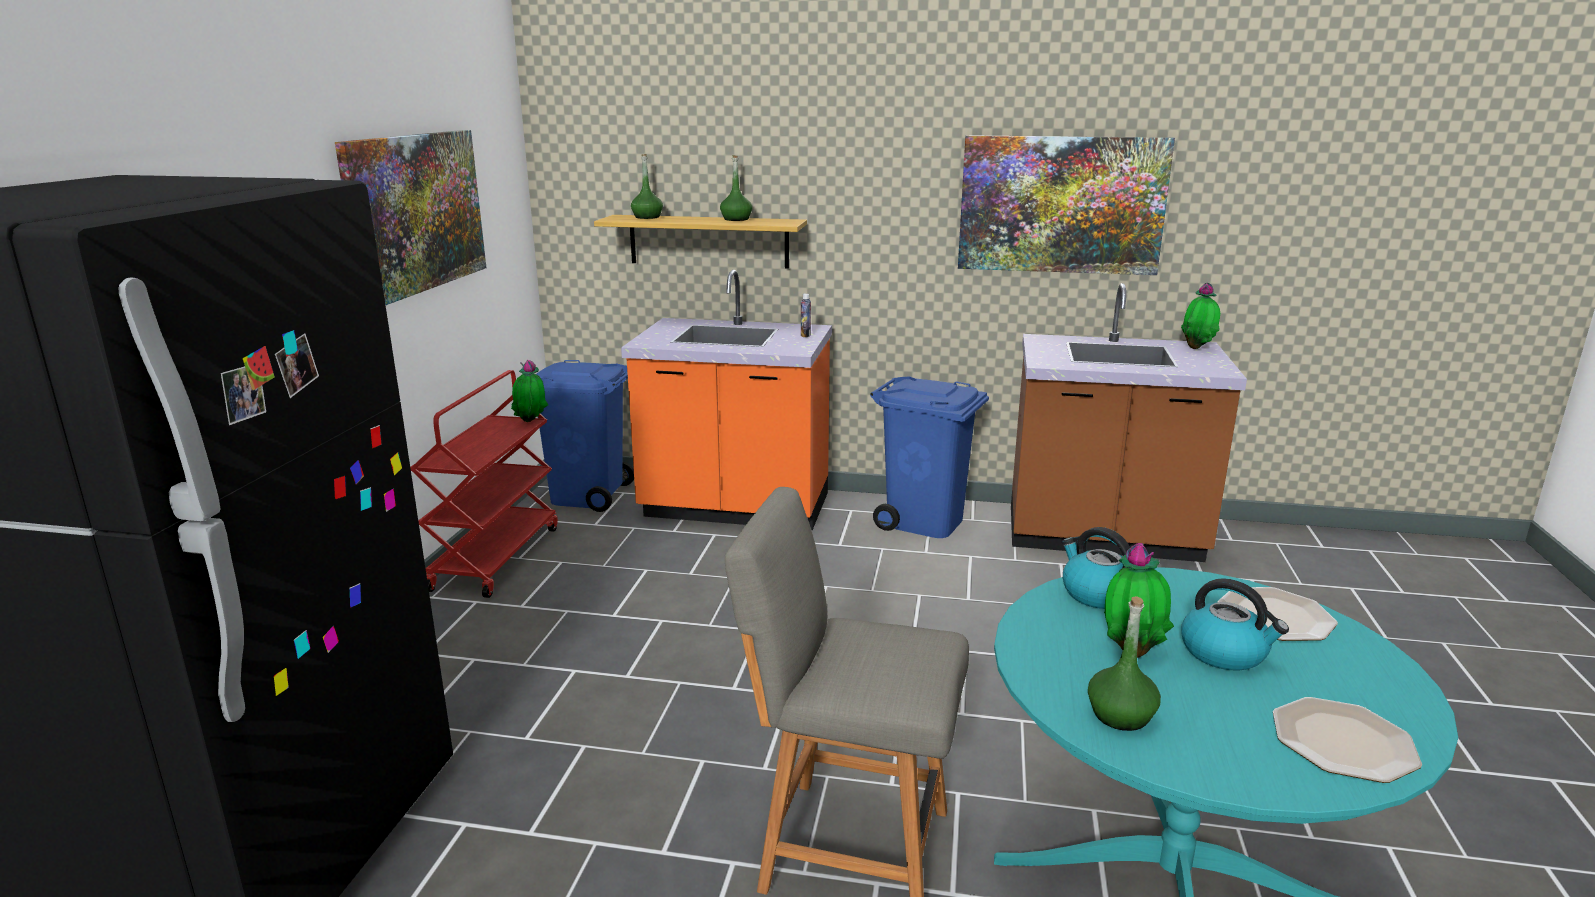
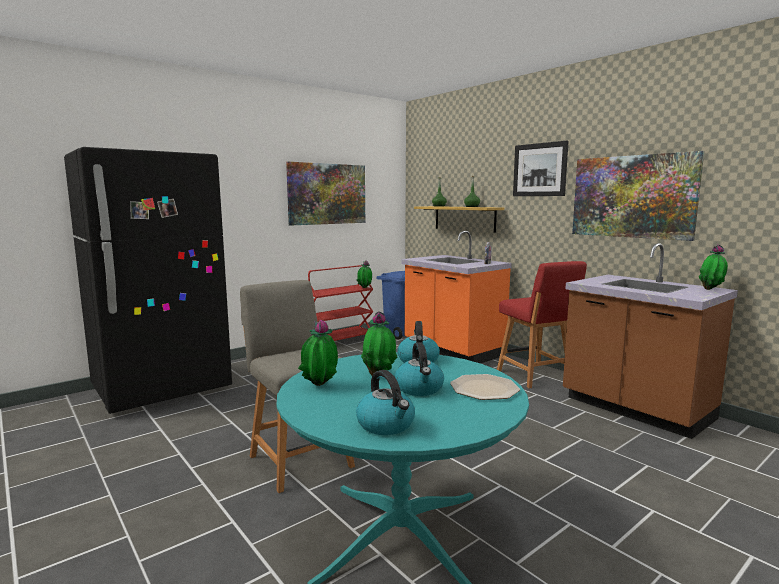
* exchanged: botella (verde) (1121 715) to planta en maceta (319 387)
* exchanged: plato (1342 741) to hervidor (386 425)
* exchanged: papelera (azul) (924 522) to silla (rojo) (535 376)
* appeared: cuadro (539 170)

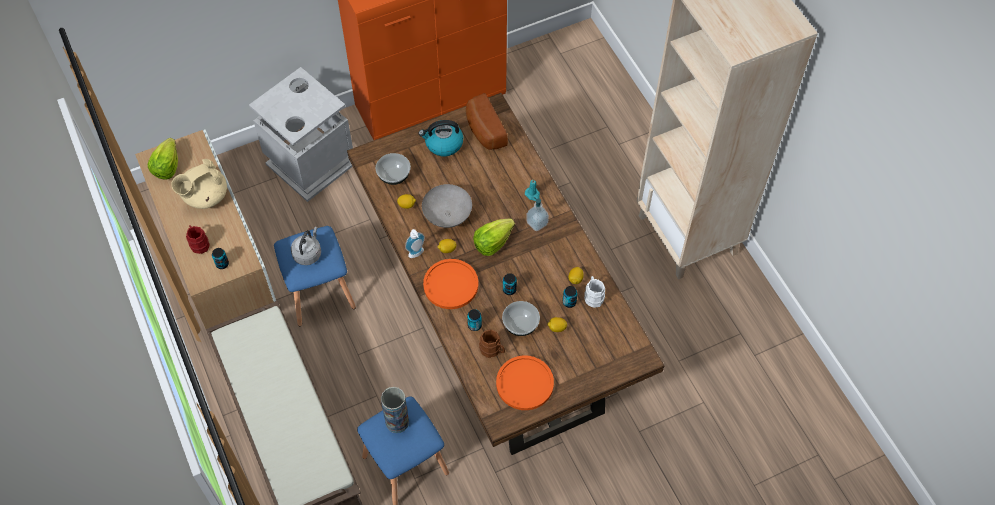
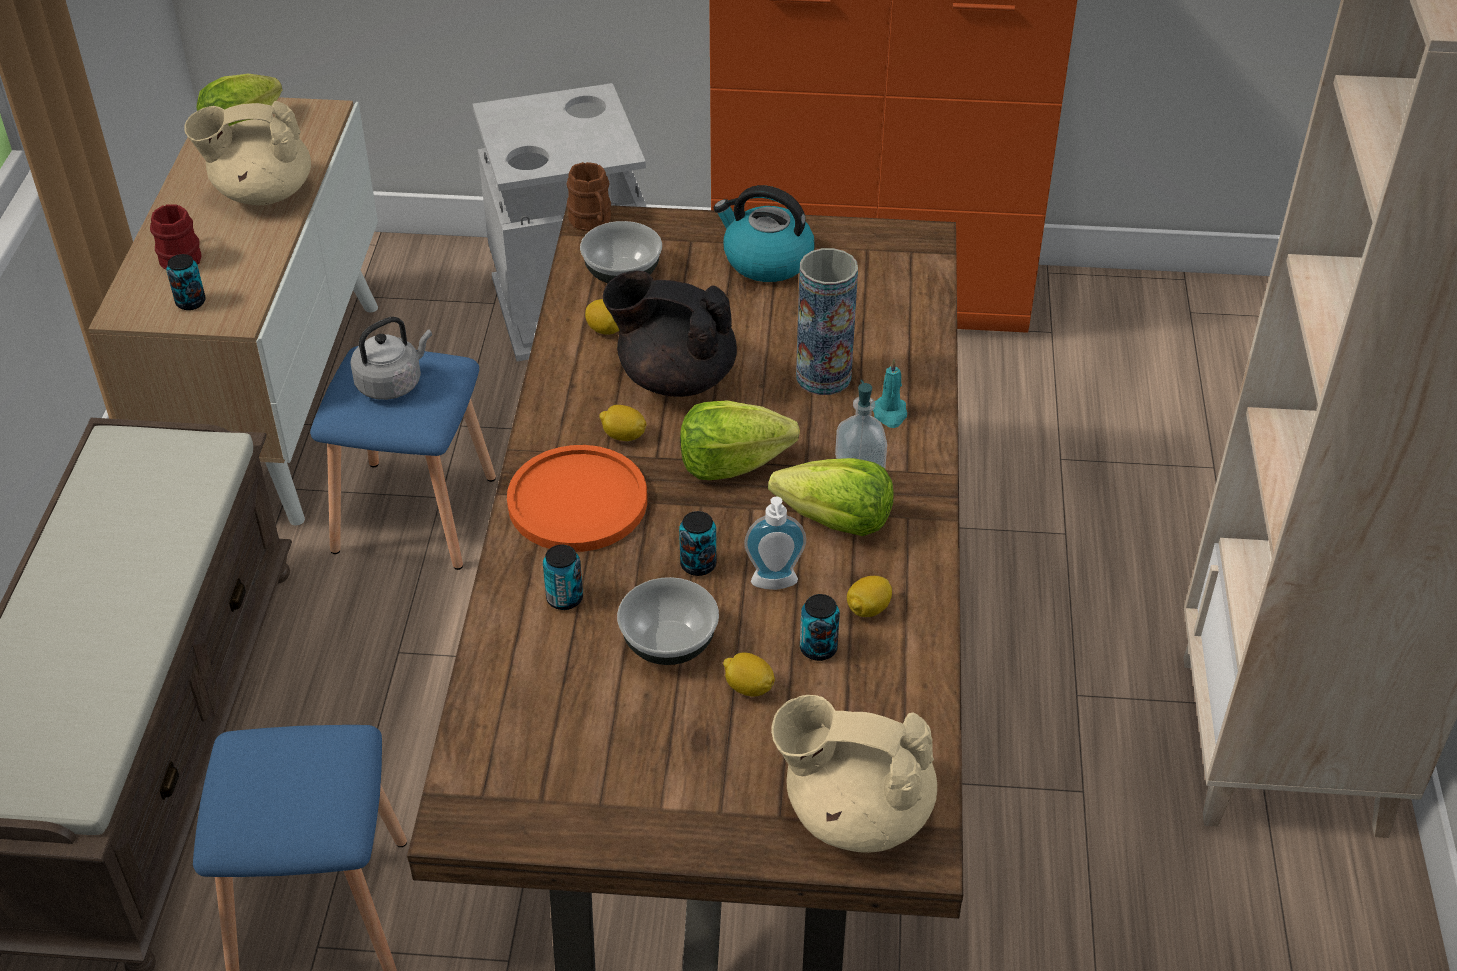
* relocated: taza grande (marrón) (492 350) to (592 222)
* exchanged: cuenco (gris) (447 214) to tetera (negro) (674 377)
* relocated: dispensador de jabón (417 254) to (774 585)
* appeared: lechuga (835 521)
* appeared: tetera (beis) (855 811)
* relocated: florero (397 422) to (823 376)
* missing: pan (483 131)
* missing: plato (naranja) (524 383)
* missing: taza grande (blanco) (593 296)

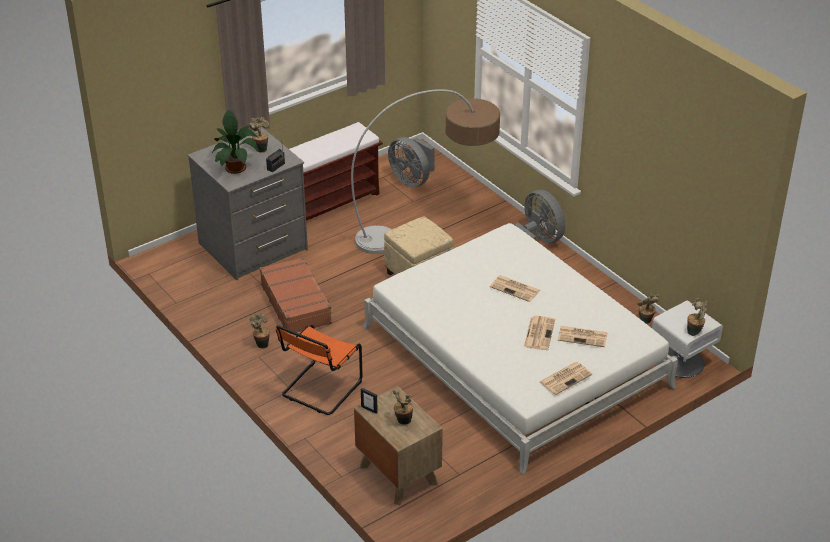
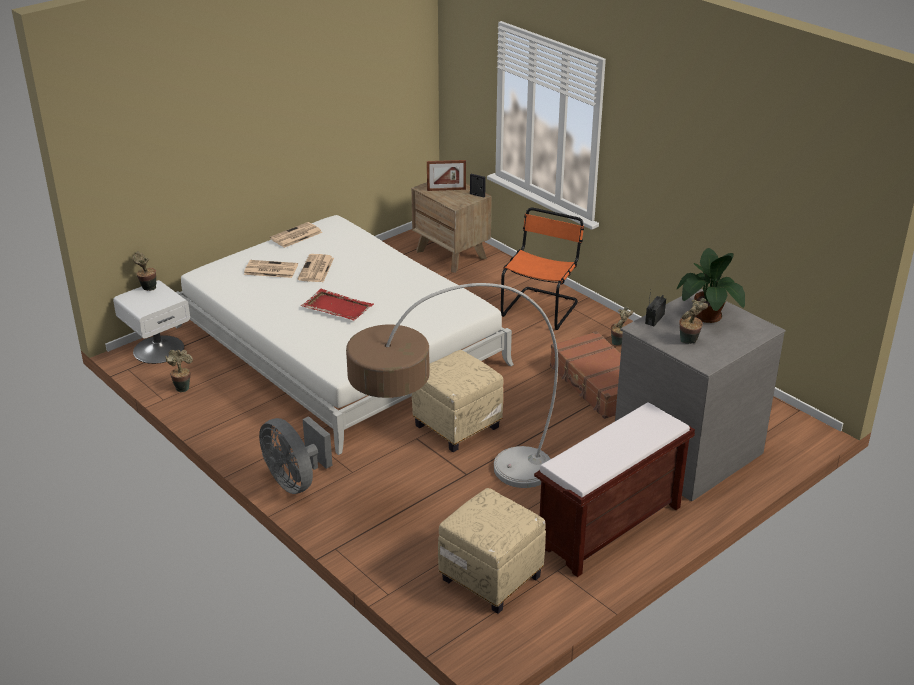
* exchanged: periódico (516 289) to bandeja (rojo) (337 307)
* exchanged: planta en maceta (402 421) to portarretratos (446 190)
* exchanged: ventilador (gris) (412 180) to puf (beis) (489 578)

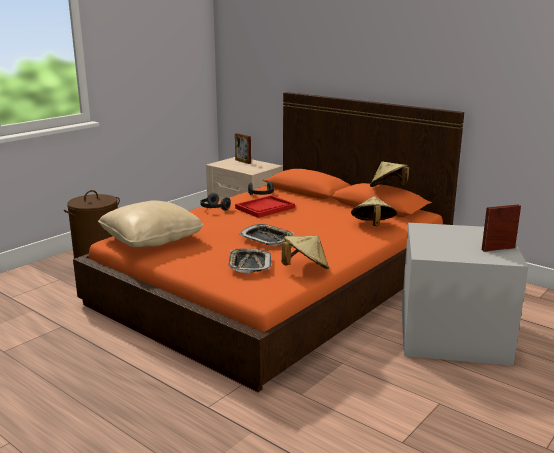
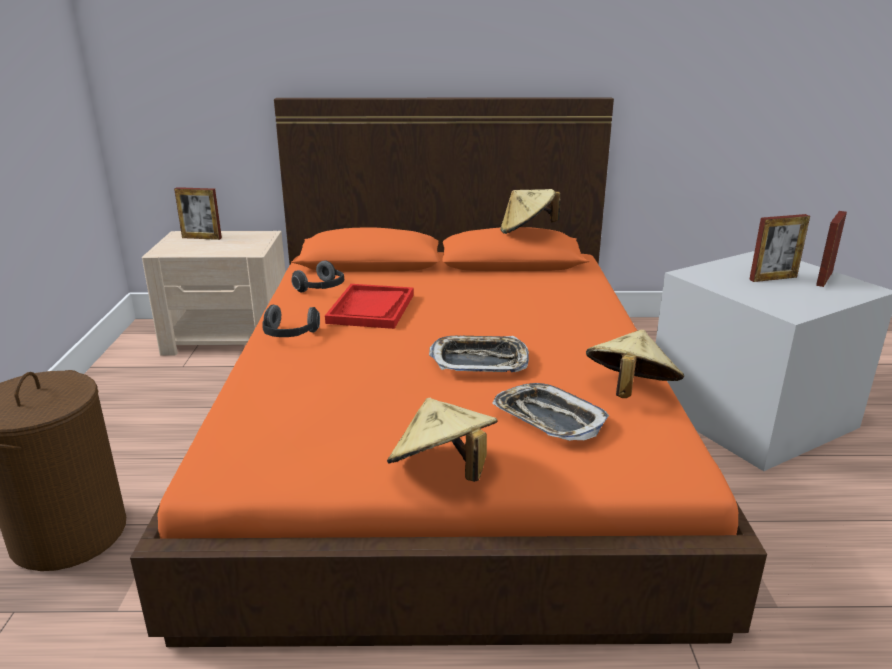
* relocated: sombrero (beis) (372 226) to (443 471)
* appeared: portarretratos (773 278)
* missing: cojín (beis) (151 239)

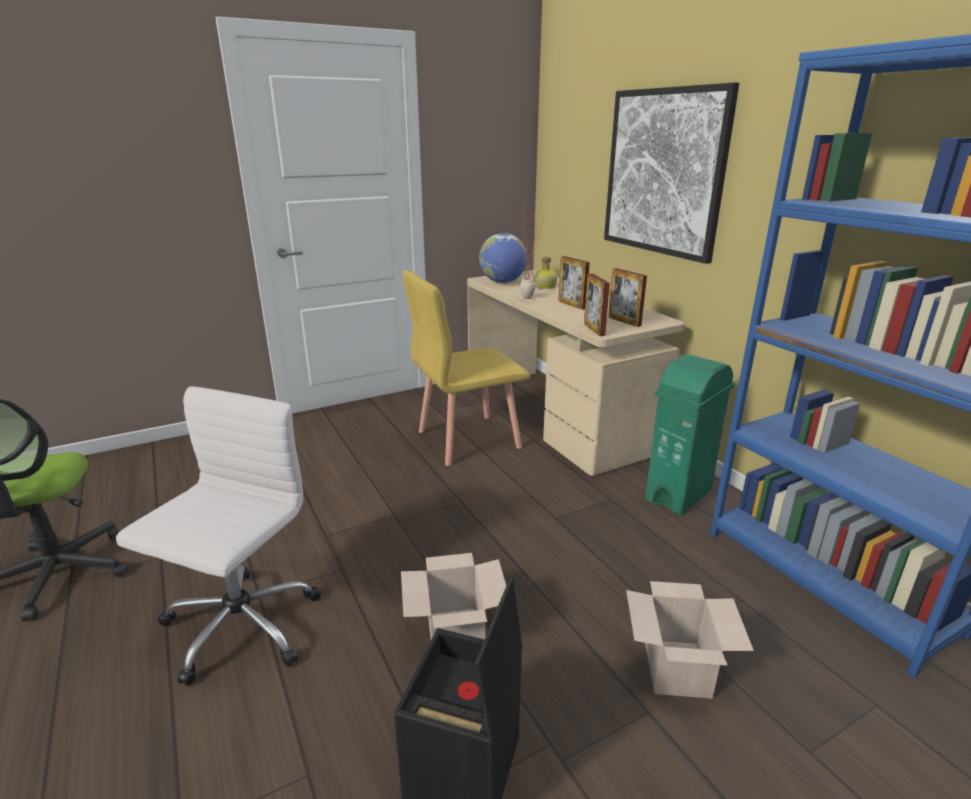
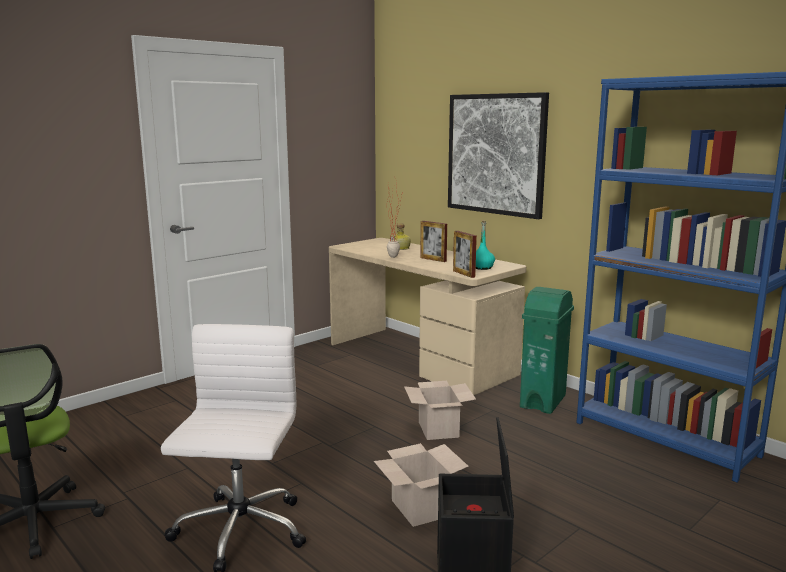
* relocated: caja de cartón (678 670) to (439 430)
* exchanged: portarretratos (624 321) to botella (turquesa) (482 267)
* missing: silla (amarillo) (467 439)
* missing: globo terráqueo (502 282)

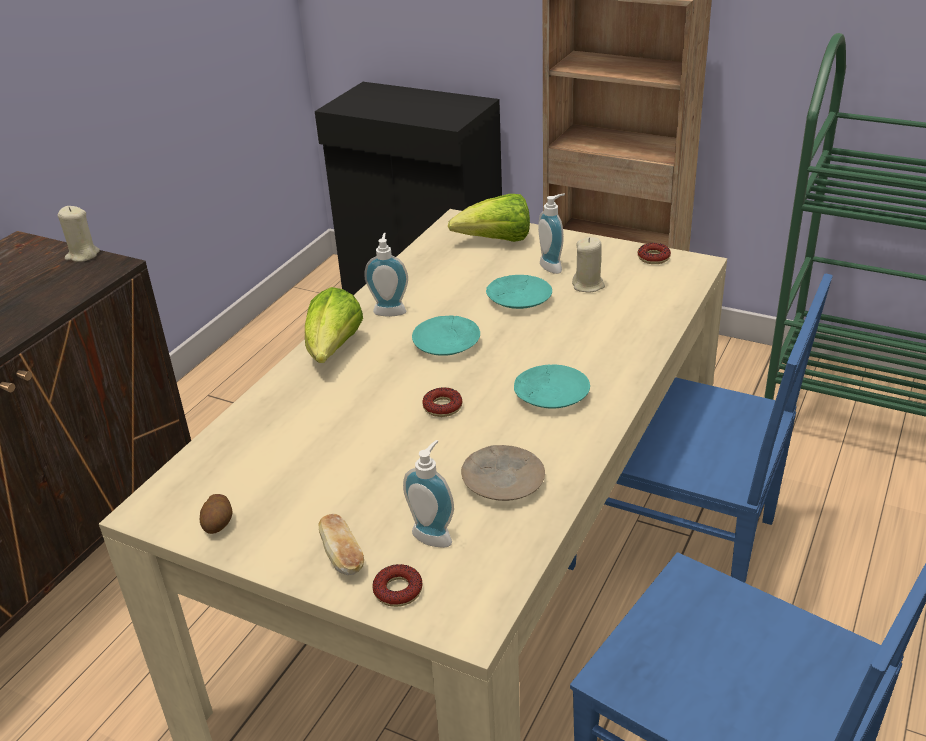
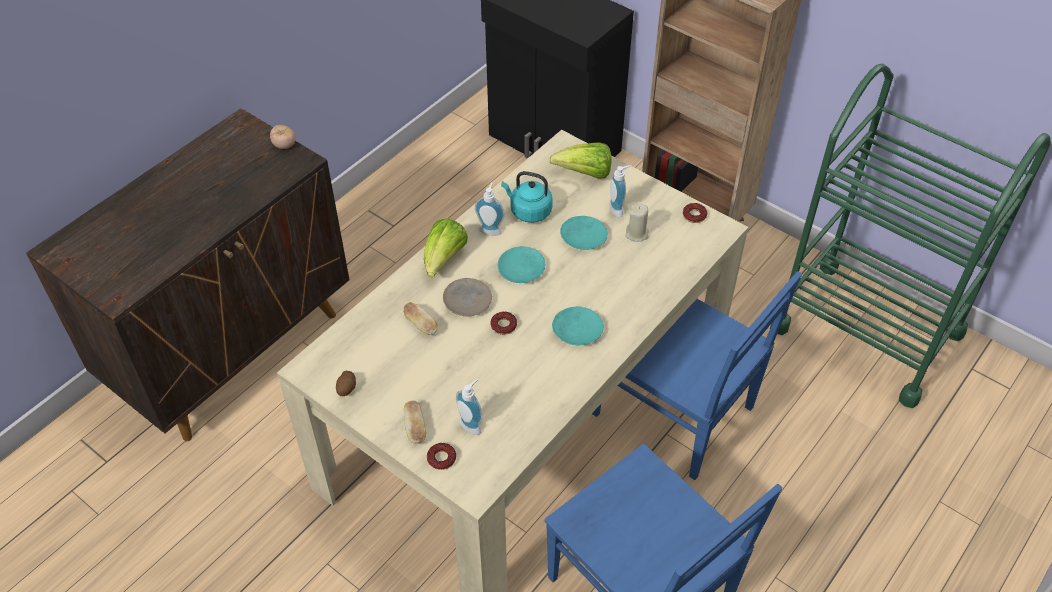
* exchanged: vela (beis) (82 255) to tomate (284 145)
* appeared: pan (421 325)
* relocated: plato (beis) (502 481) to (467 301)
* appeared: hervidor (turquesa) (528 211)

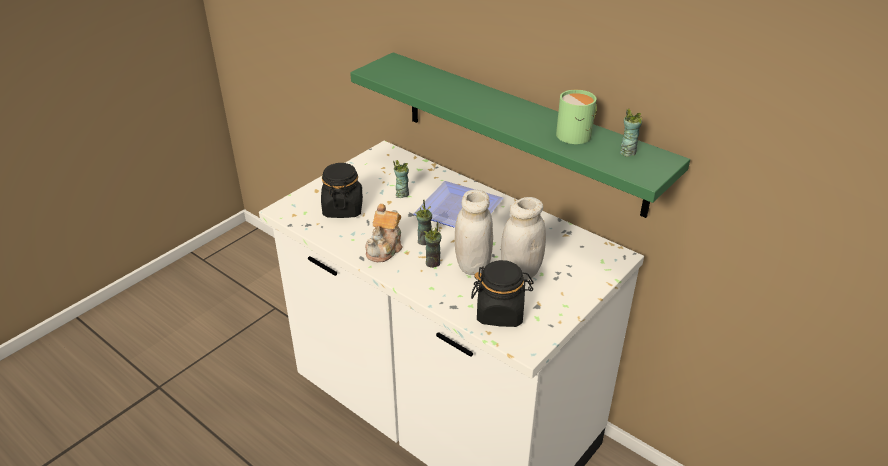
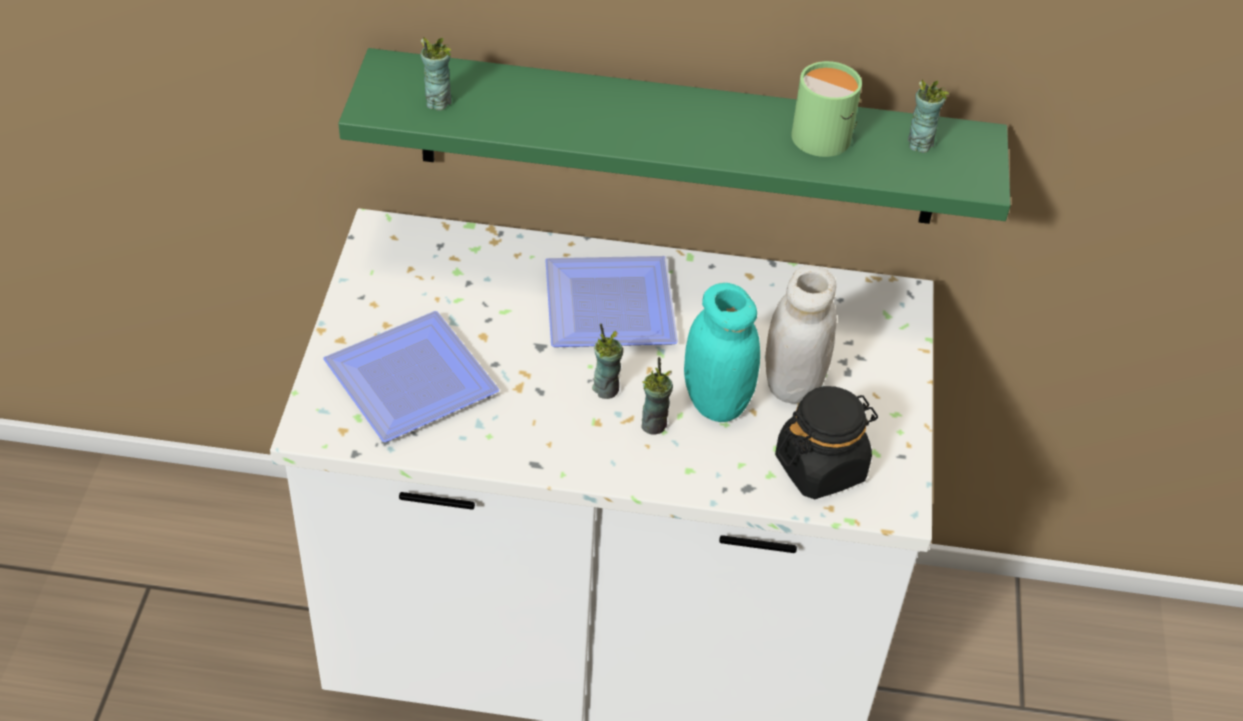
* exchanged: tarro (negro) (343 208) to plato (417 382)
* relocated: taza (402 194) to (437 101)
* colour: tarro (blanco) (473 265) to tarro (turquesa) (716 402)
* missing: tetera (385 248)

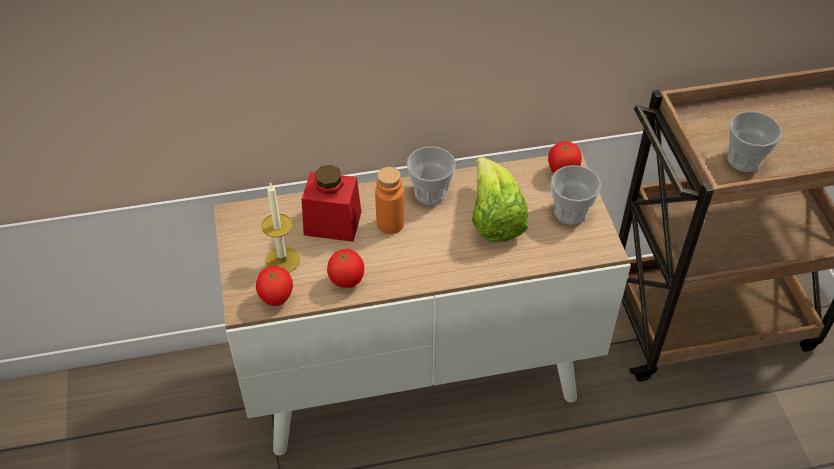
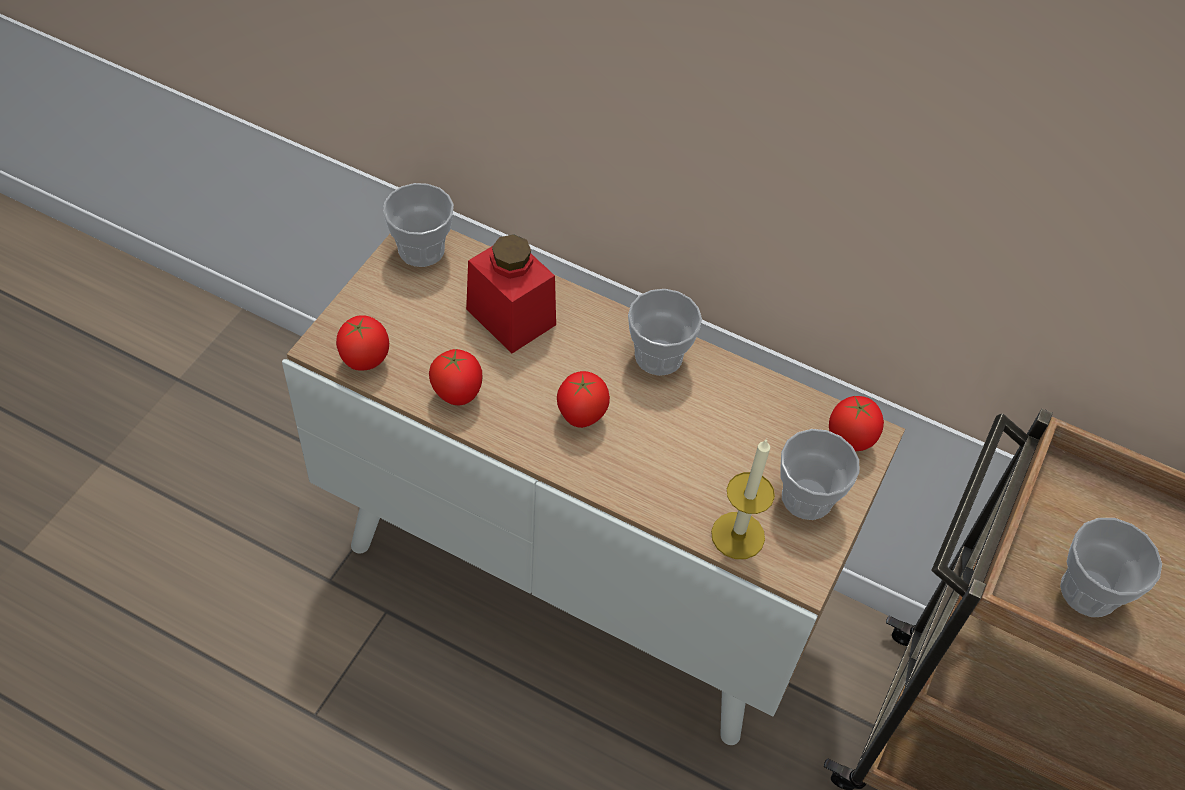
* appeared: taza (421 249)
* appeared: tomate (580 417)
* relocated: vela (282 260) to (738 535)
* missing: botella (naranja) (390 224)
* missing: lechuga (494 219)

